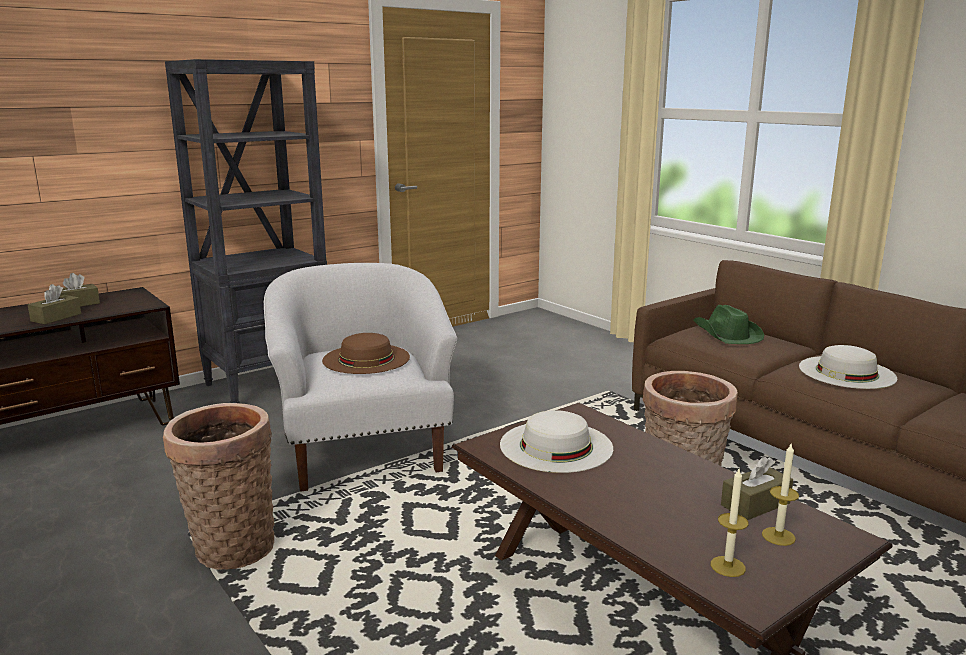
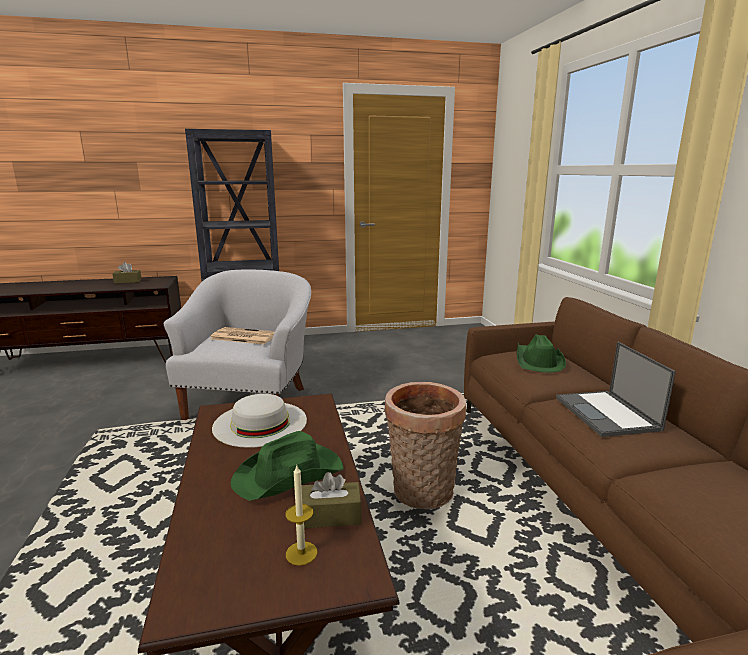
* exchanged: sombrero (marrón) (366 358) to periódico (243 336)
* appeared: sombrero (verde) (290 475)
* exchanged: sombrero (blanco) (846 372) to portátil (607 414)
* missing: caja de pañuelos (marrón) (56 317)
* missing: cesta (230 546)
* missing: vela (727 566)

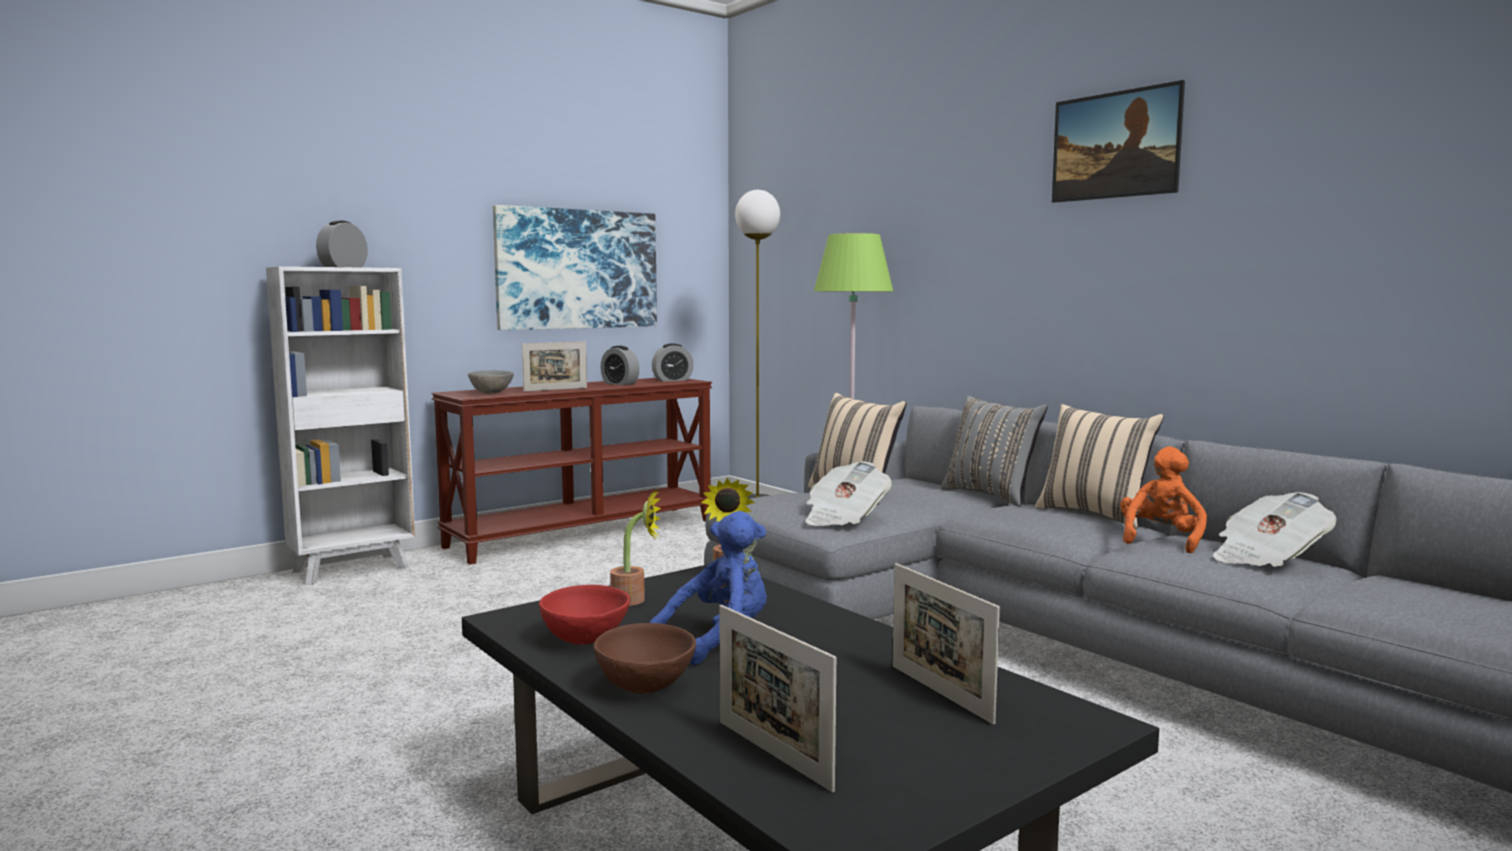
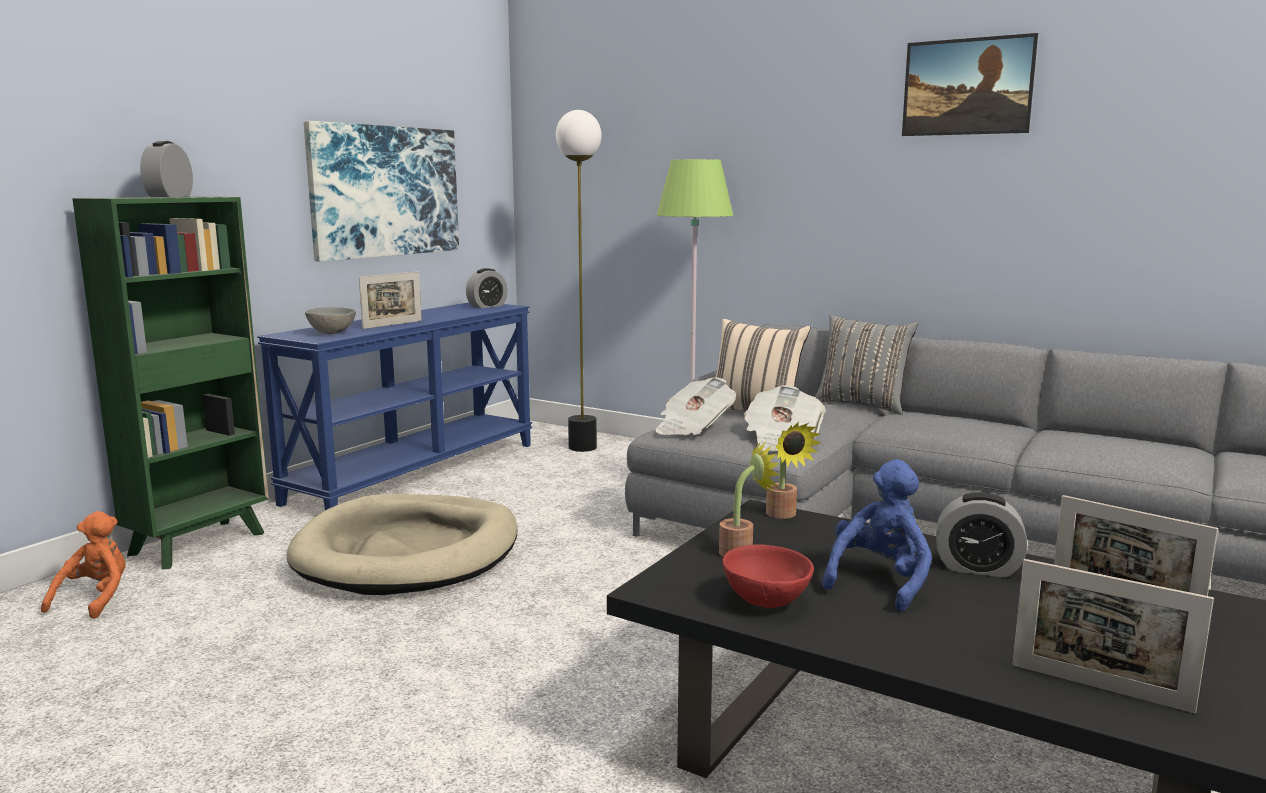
* relocated: peluche (naranja) (1161 540) to (96 599)
* colour: estantería (blanco) (354 569) to estantería (verde) (200 543)
* colour: mesa consola (marrón) (583 533) to mesa consola (azul) (415 472)
* appeared: cama para perro (beis) (409 552)
* relocated: periódico (1267 558) to (693 428)
* relocated: despertador (620 384) to (977 568)
* missing: cuenco (marrón) (647 686)
* missing: cojín (beis) (1095 515)

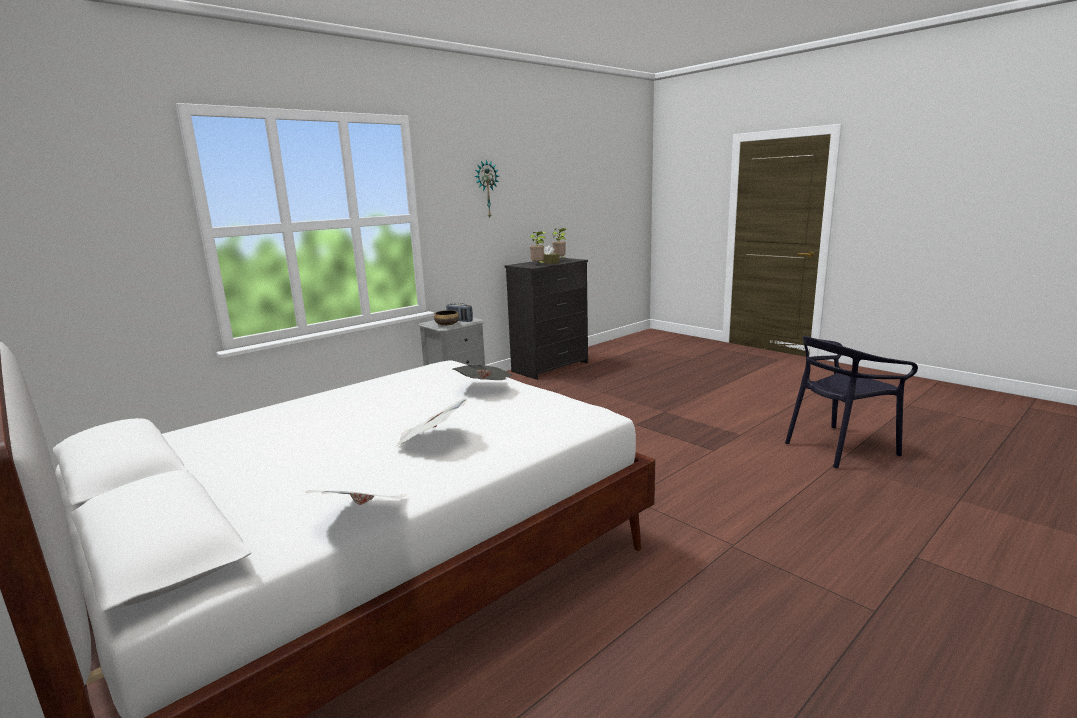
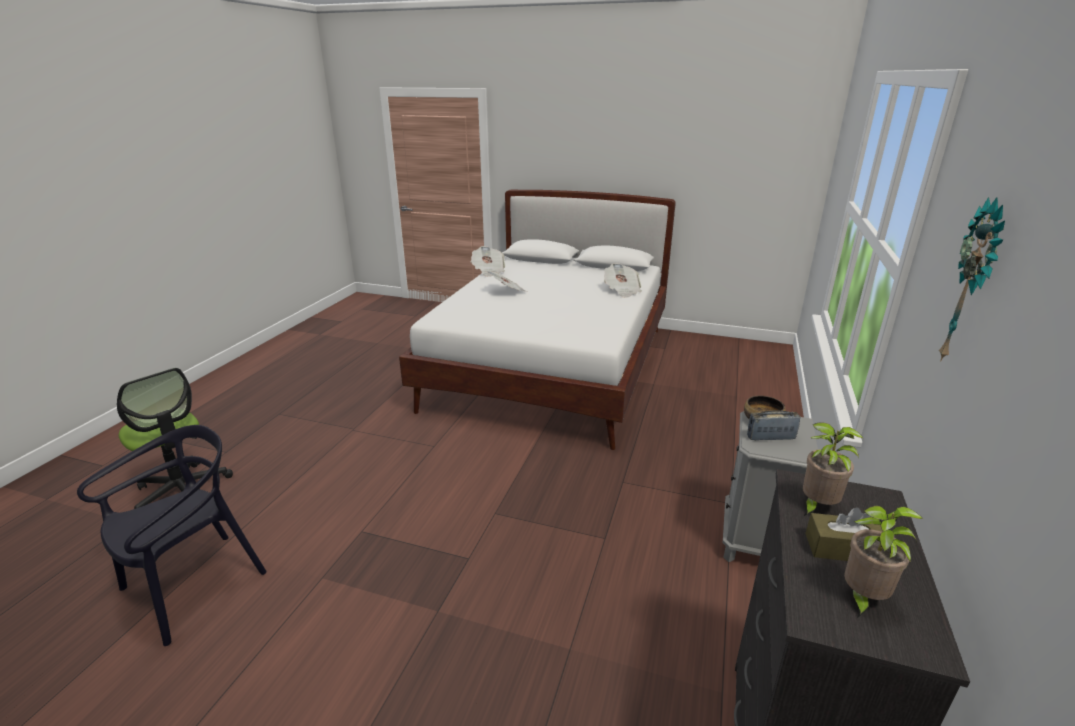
* appeared: silla de oficina (181 491)
* relocated: periódico (485 389) to (622 291)

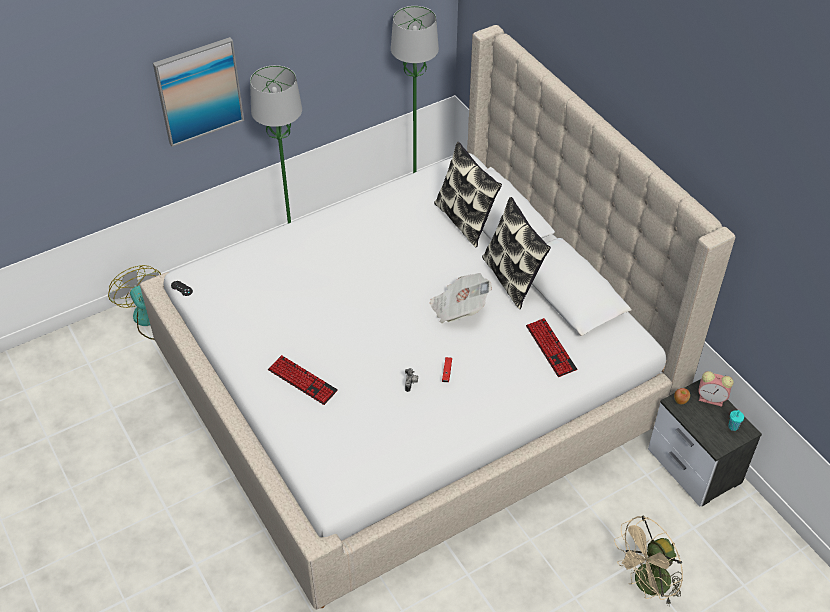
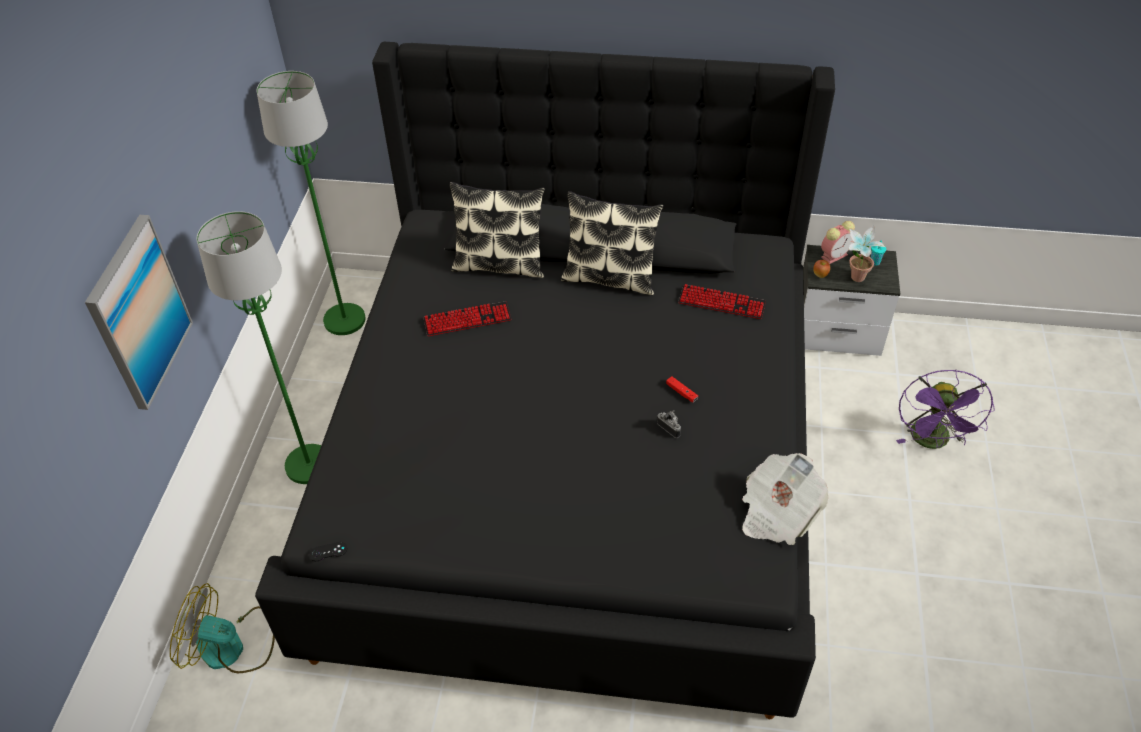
* colour: cama (beis) (415 388) to cama (negro) (574 466)
* relocated: teclado (302 381) to (467 320)
* relocated: periódico (459 308) to (777 513)
* appeared: planta en maceta (855 280)
* colour: ventilador (beis) (646 585) to ventilador (morado) (932 442)

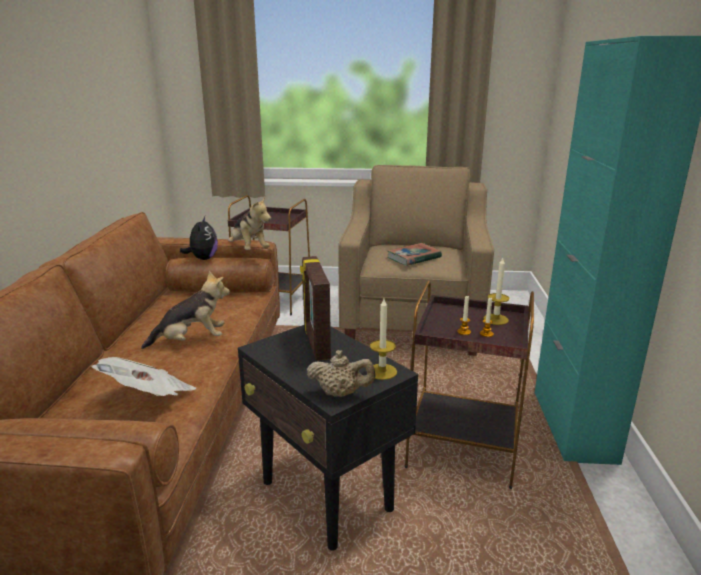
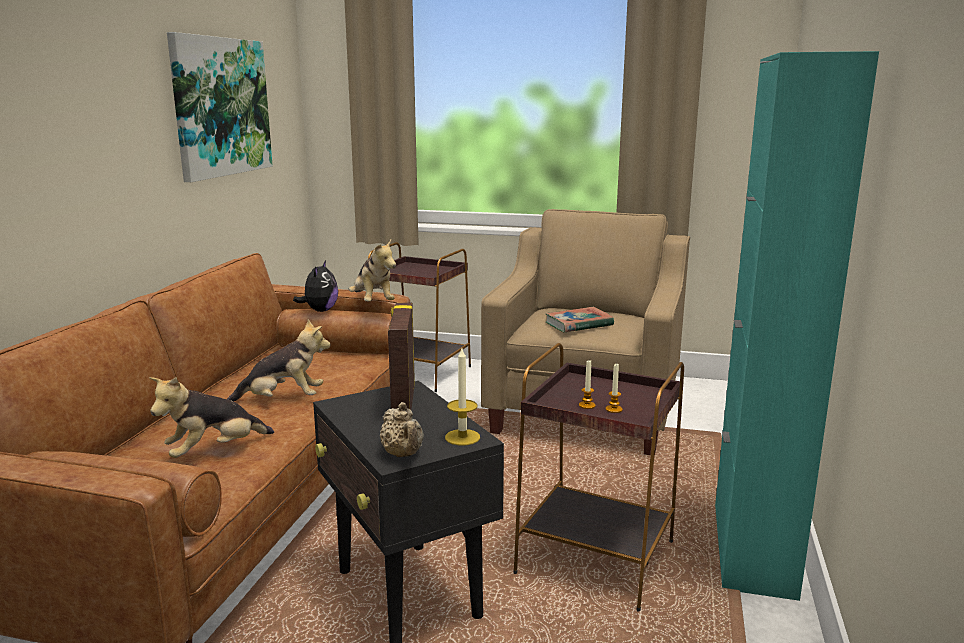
* exchanged: periódico (149 397) to peluche (214 451)
* appeared: cuadro (221 107)
* spun: tetera (beis) (341 393) = (403 455) 45 degrees clockwise
* missing: vela (496 319)

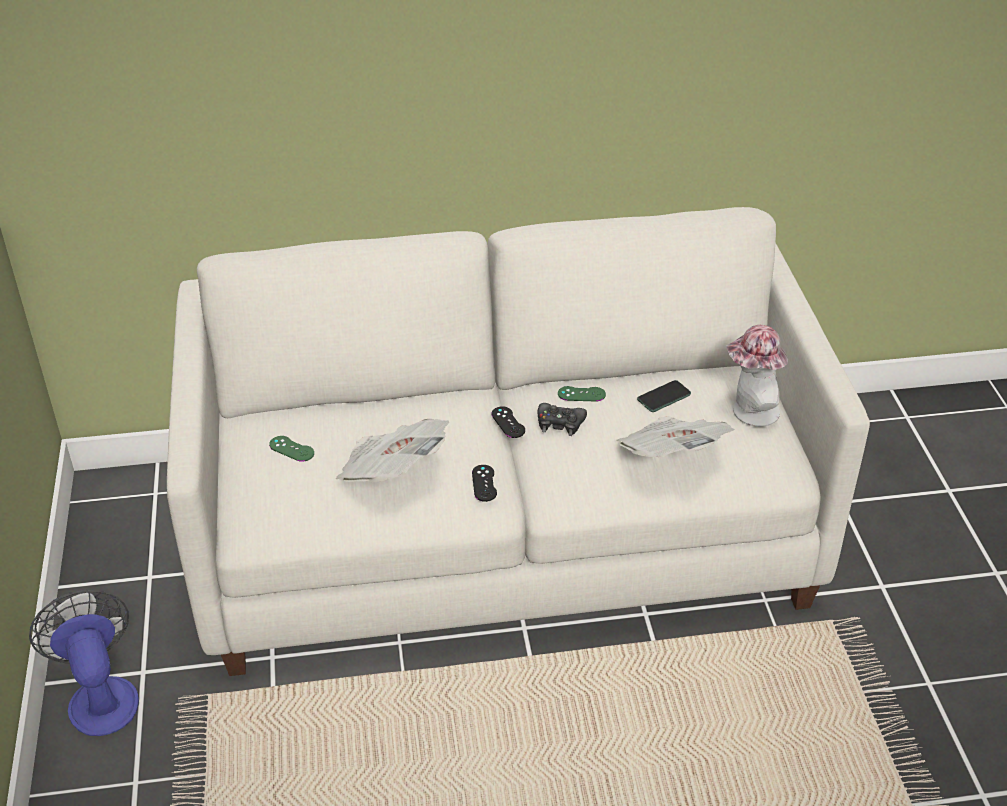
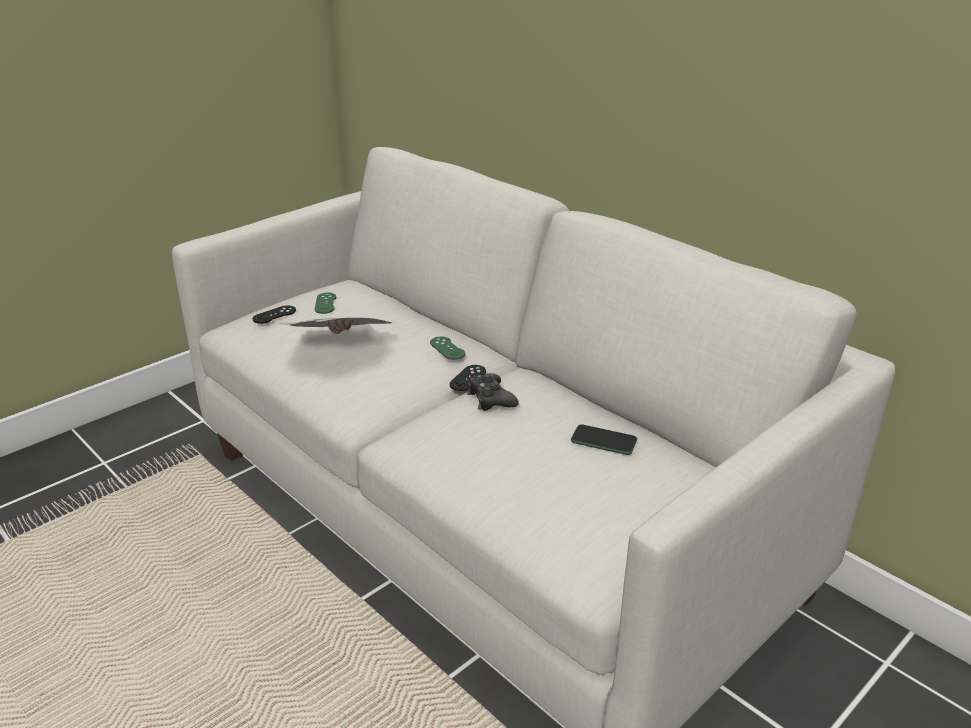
* relocated: mando de consola (negro) (484 483) to (274 315)
* relocated: mando de consola (verde) (581 394) to (447 348)
* missing: ventilador (100 695)
* missing: periódico (671 457)
* missing: sombrero (749 412)

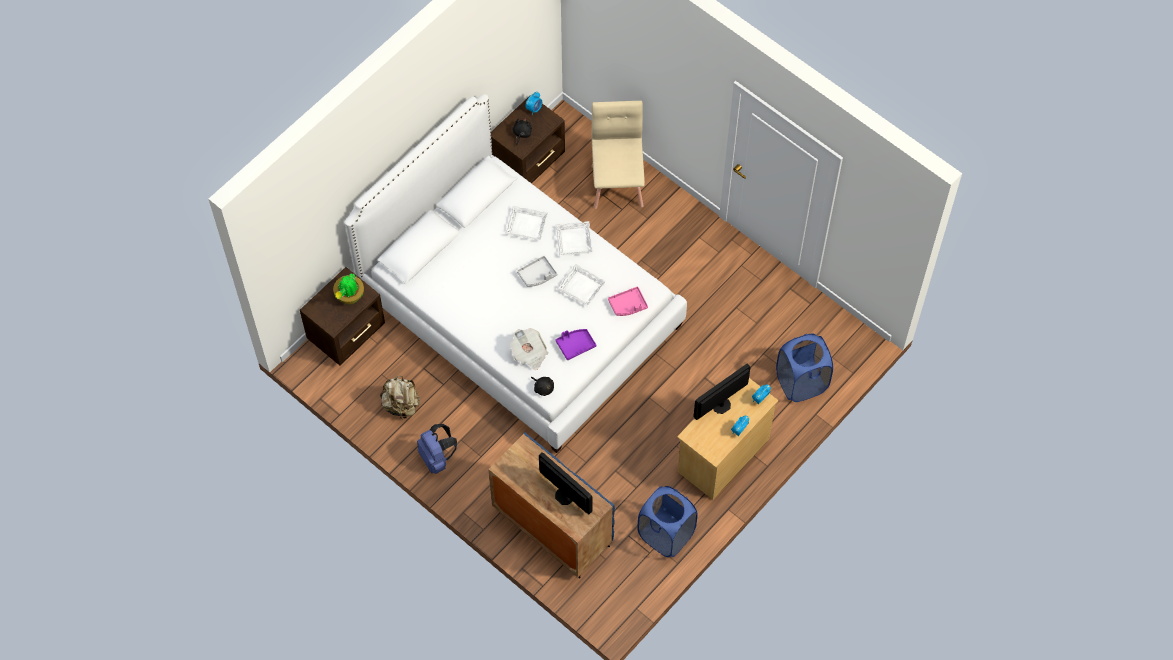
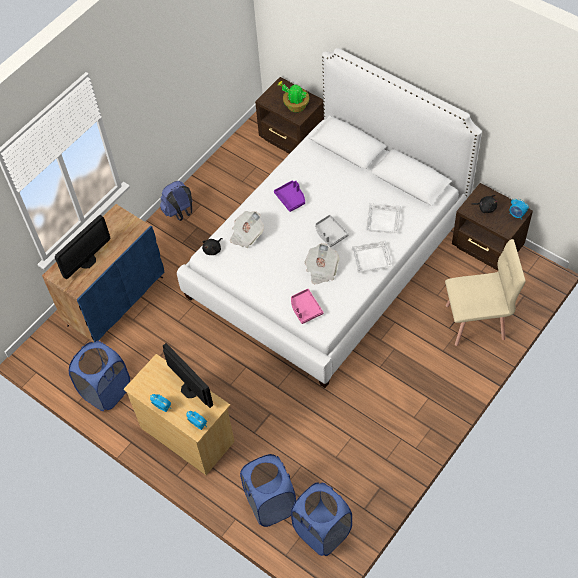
* relocated: bandeja (morado) (575 345) to (291 198)
* appeared: cesto de la ropa (azul) (322 531)
* exchanged: bandeja (blanco) (582 287) to periódico (321 270)
* missing: mochila (beis) (401 405)

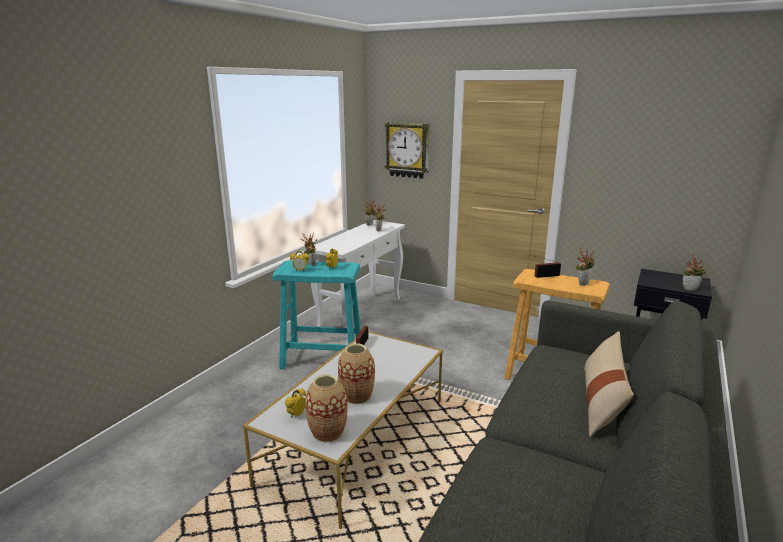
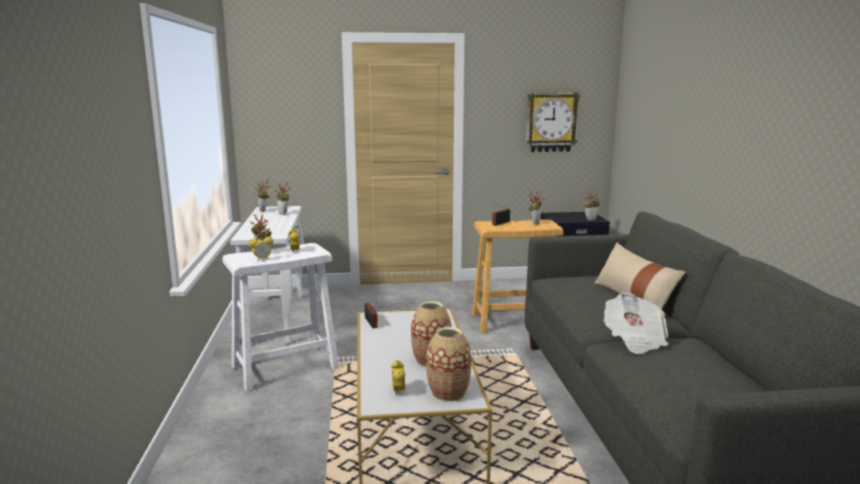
* colour: taburete (turquesa) (323 358) to taburete (blanco) (286 367)
* relocated: reloj de pared (408 150) to (551 122)
* appeared: periódico (634 340)

